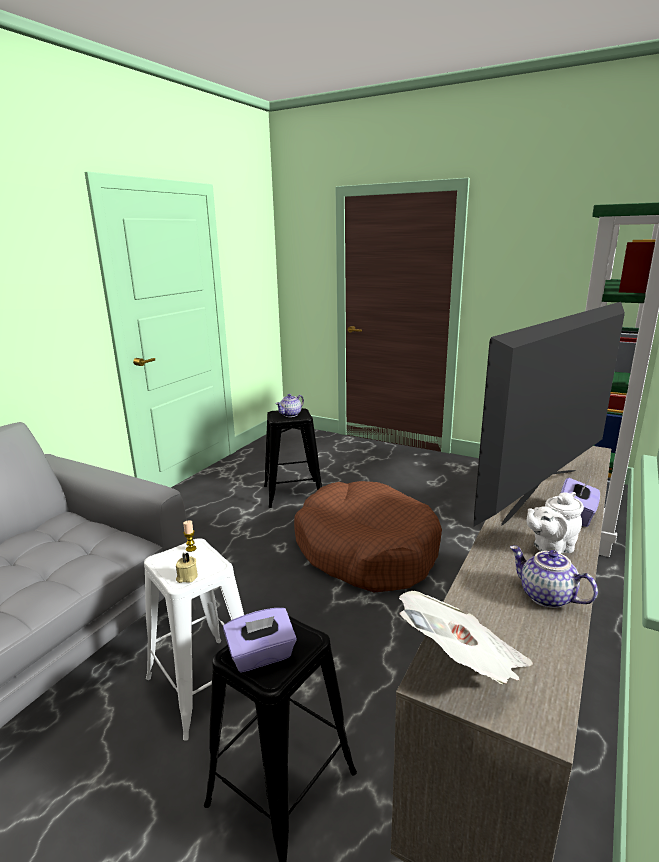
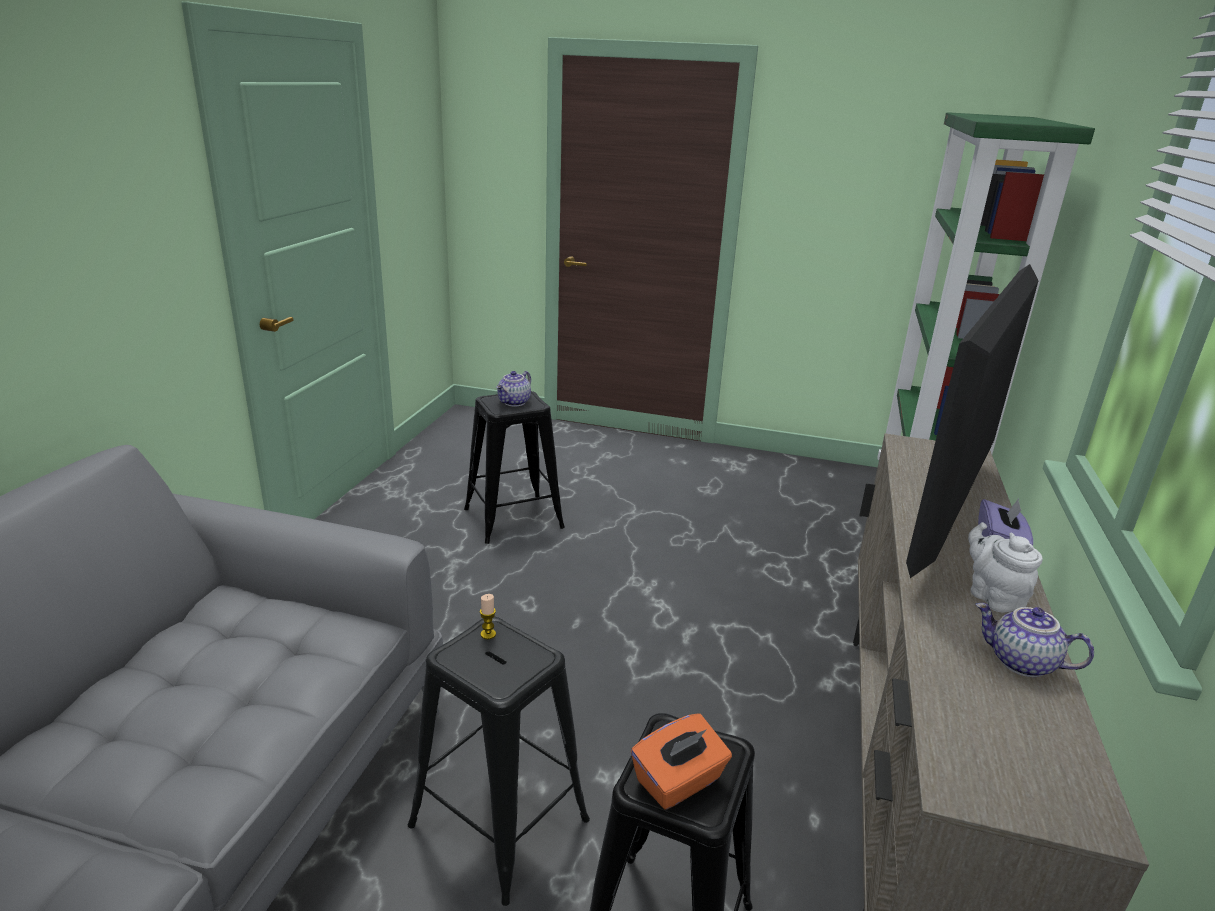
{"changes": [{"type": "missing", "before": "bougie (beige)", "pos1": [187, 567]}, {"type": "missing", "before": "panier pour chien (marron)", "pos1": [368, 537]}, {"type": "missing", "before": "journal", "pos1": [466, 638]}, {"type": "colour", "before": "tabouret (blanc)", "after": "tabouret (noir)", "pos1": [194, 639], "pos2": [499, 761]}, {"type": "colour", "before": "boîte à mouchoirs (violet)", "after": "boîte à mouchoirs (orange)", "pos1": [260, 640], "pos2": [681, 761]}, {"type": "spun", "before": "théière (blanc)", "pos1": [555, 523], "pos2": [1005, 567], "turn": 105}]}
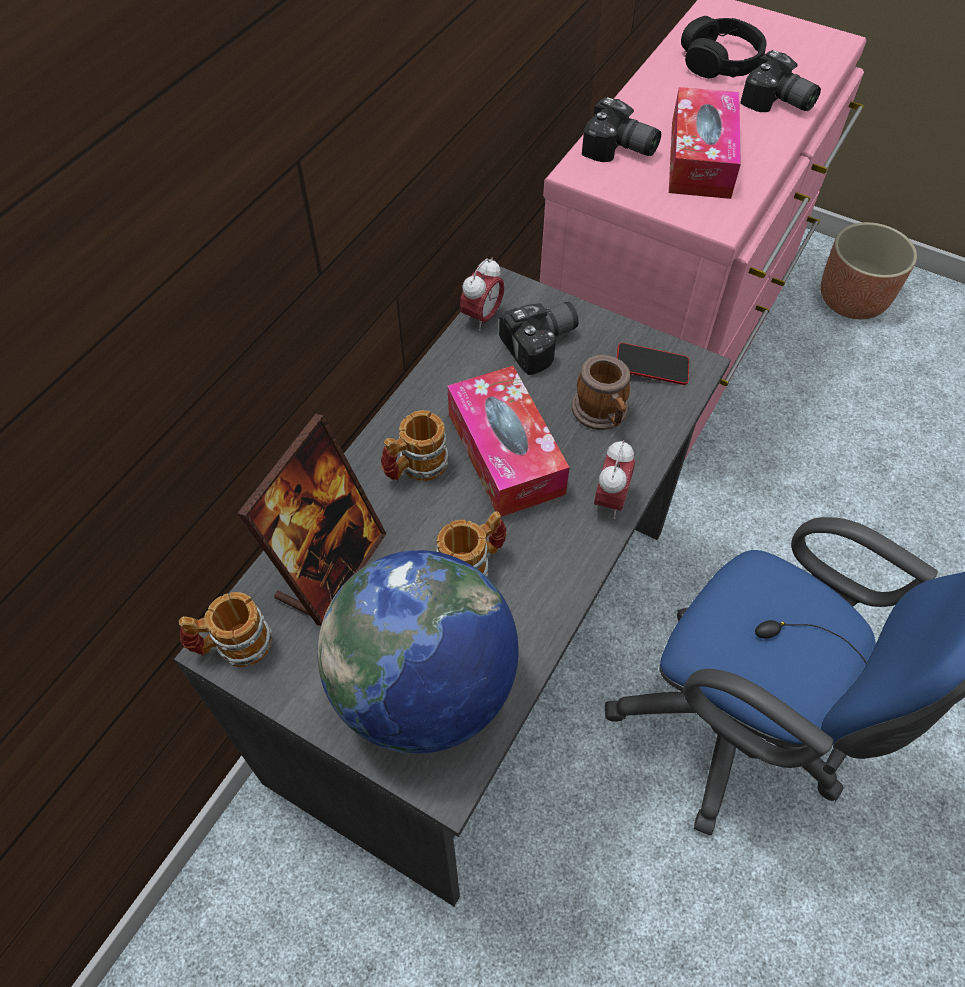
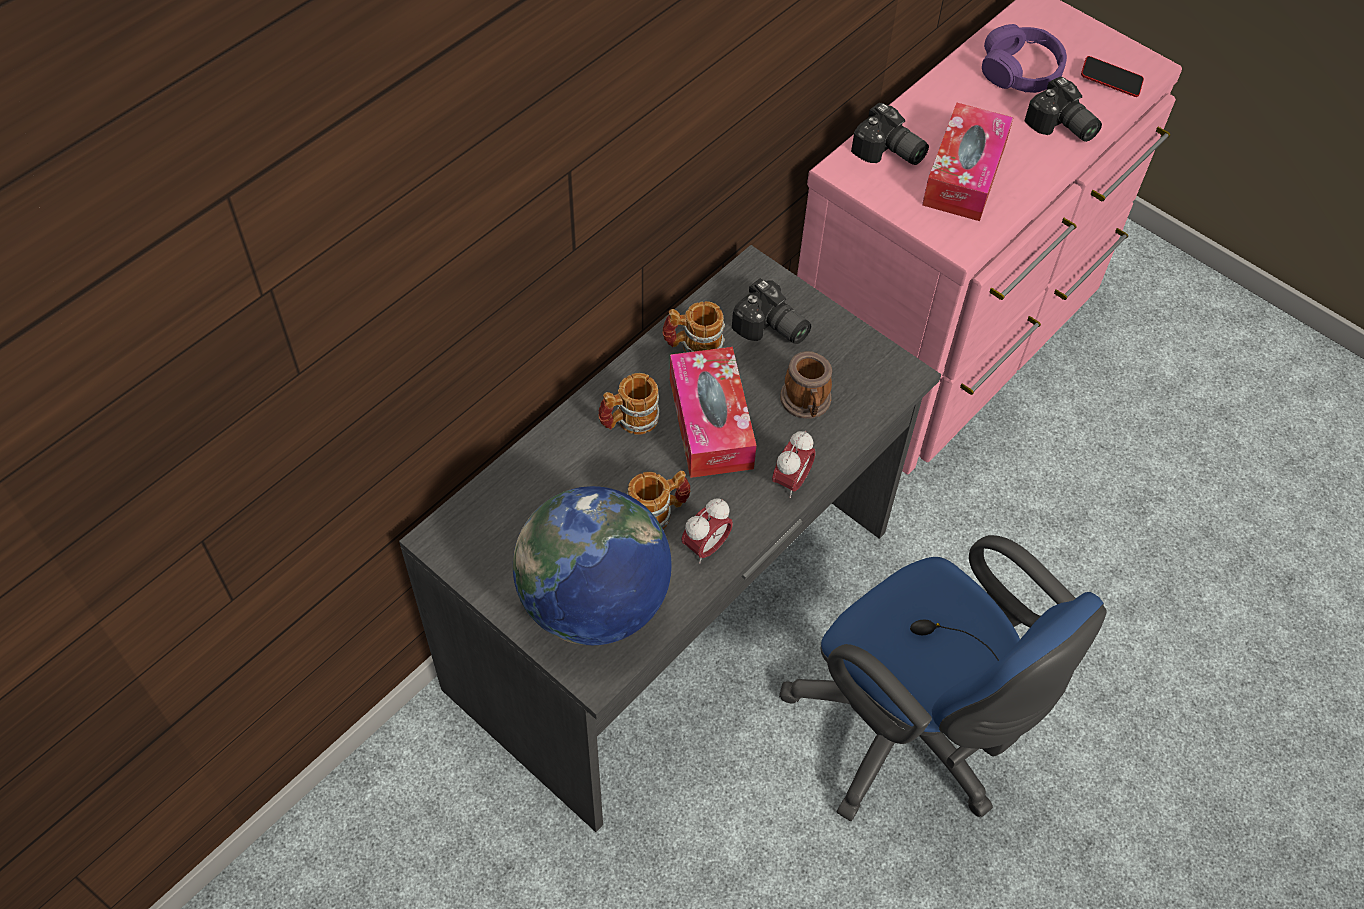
{"changes": [{"type": "missing", "before": "cadre photo", "pos1": [312, 520]}, {"type": "missing", "before": "cache-pot", "pos1": [869, 270]}, {"type": "relocated", "before": "mug", "pos1": [225, 629], "pos2": [693, 326]}, {"type": "relocated", "before": "réveil", "pos1": [482, 294], "pos2": [707, 531]}, {"type": "relocated", "before": "téléphone", "pos1": [653, 364], "pos2": [1112, 76]}, {"type": "colour", "before": "casque audio (noir)", "after": "casque audio (violet)", "pos1": [724, 47], "pos2": [1024, 58]}, {"type": "spun", "before": "appareil photo", "pos1": [539, 338], "pos2": [771, 311], "turn": 60}]}
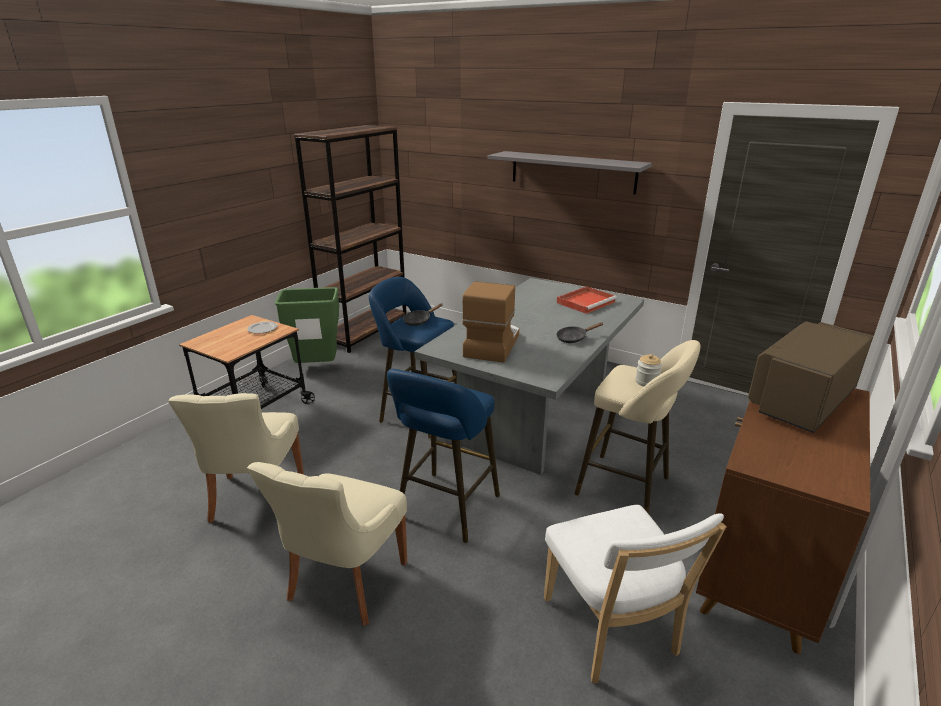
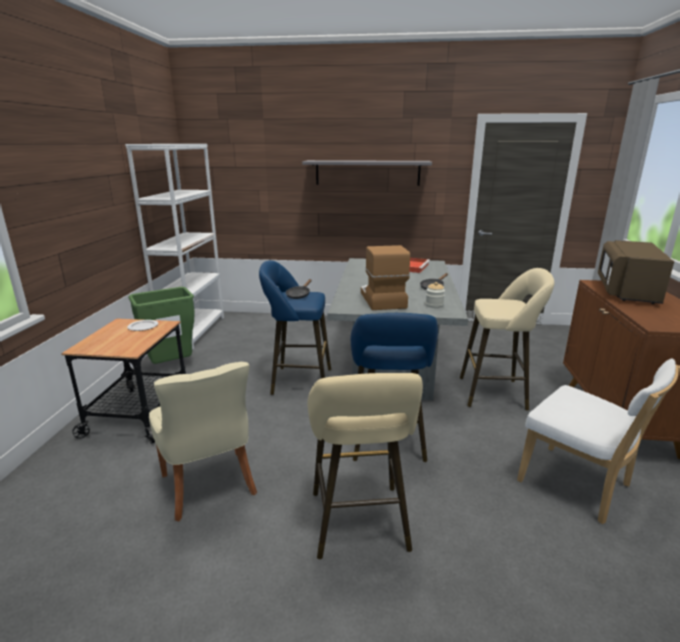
{"changes": [{"type": "relocated", "before": "bocal", "pos1": [648, 370], "pos2": [435, 295]}, {"type": "exchanged", "before": "chaise (beige)", "after": "tabouret (beige)", "pos1": [327, 544], "pos2": [365, 466]}, {"type": "colour", "before": "bibliothèque (marron)", "after": "bibliothèque (blanc)", "pos1": [350, 239], "pos2": [174, 247]}]}
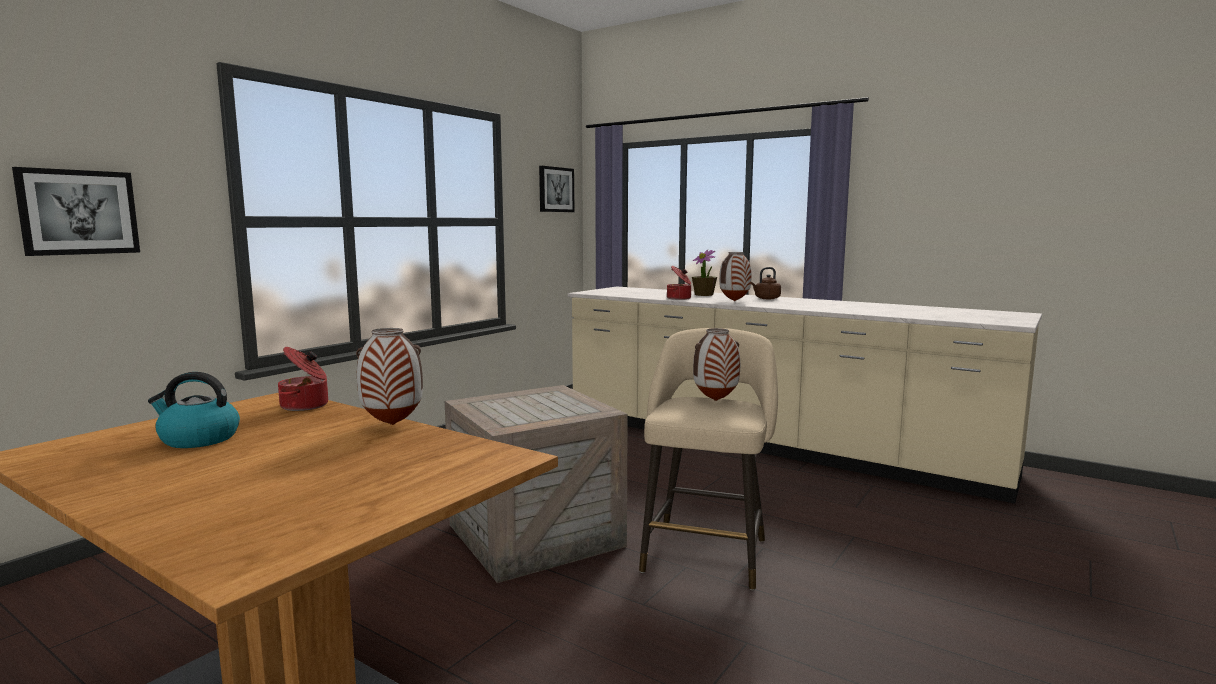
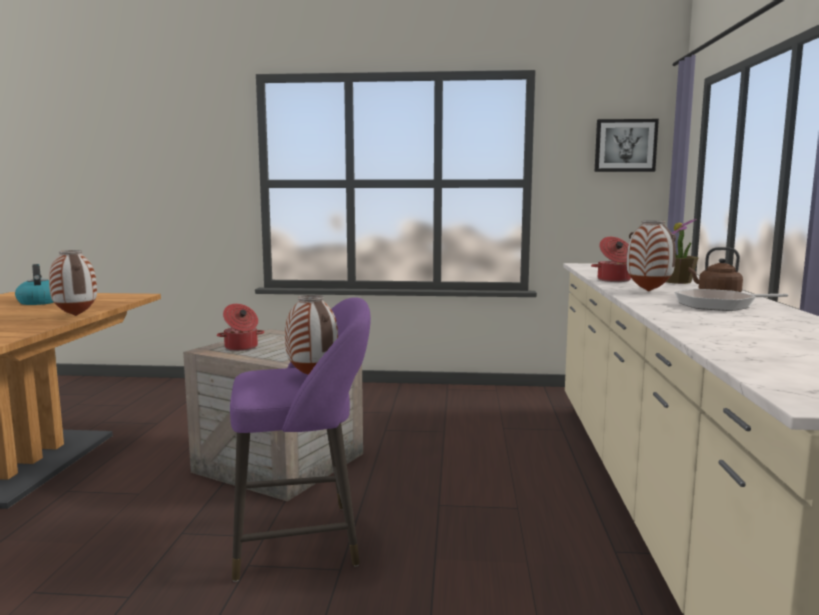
{"changes": [{"type": "missing", "before": "tableau", "pos1": [76, 211]}, {"type": "appeared", "after": "poêle", "pos2": [731, 300]}, {"type": "relocated", "before": "marmite", "pos1": [303, 379], "pos2": [240, 327]}, {"type": "colour", "before": "tabouret (beige)", "after": "tabouret (violet)", "pos1": [708, 459], "pos2": [300, 439]}]}
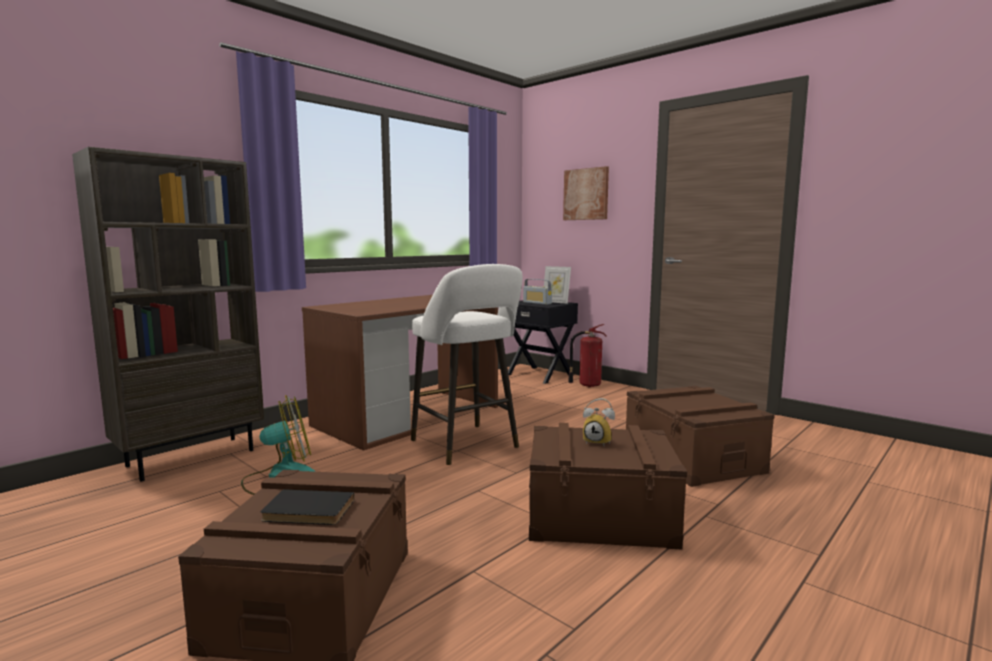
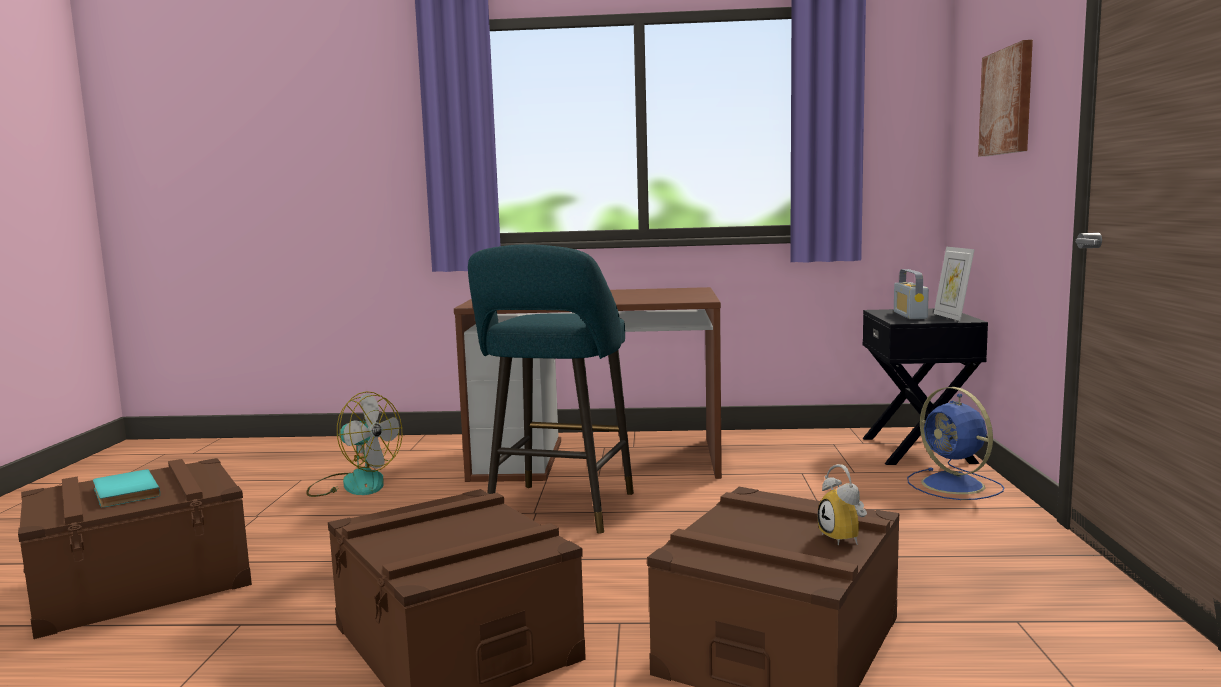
{"changes": [{"type": "missing", "before": "bibliothèque (marron)", "pos1": [168, 314]}, {"type": "relocated", "before": "réveil", "pos1": [599, 422], "pos2": [842, 504]}, {"type": "exchanged", "before": "extincteur", "after": "ventilateur (bleu)", "pos1": [587, 356], "pos2": [956, 443]}, {"type": "colour", "before": "livre (noir)", "after": "livre (turquoise)", "pos1": [307, 507], "pos2": [126, 488]}, {"type": "colour", "before": "tabouret (blanc)", "after": "tabouret (turquoise)", "pos1": [467, 364], "pos2": [551, 388]}]}
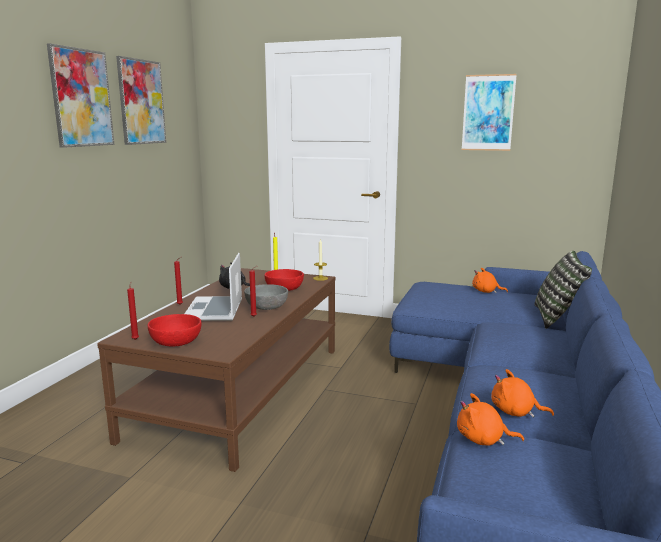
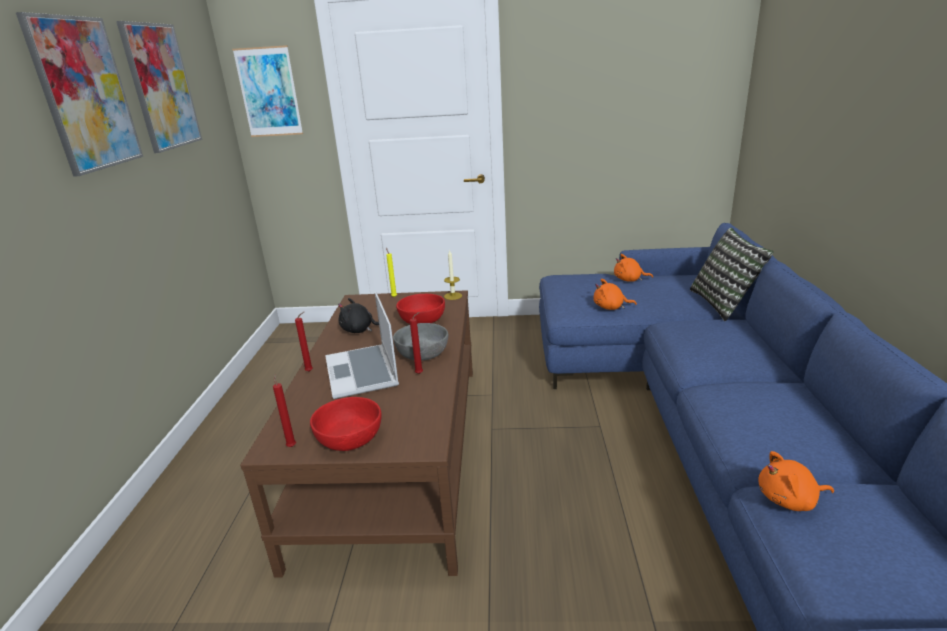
{"changes": [{"type": "relocated", "before": "tableau", "pos1": [489, 112], "pos2": [267, 91]}, {"type": "relocated", "before": "peluche (orange)", "pos1": [522, 393], "pos2": [615, 294]}]}
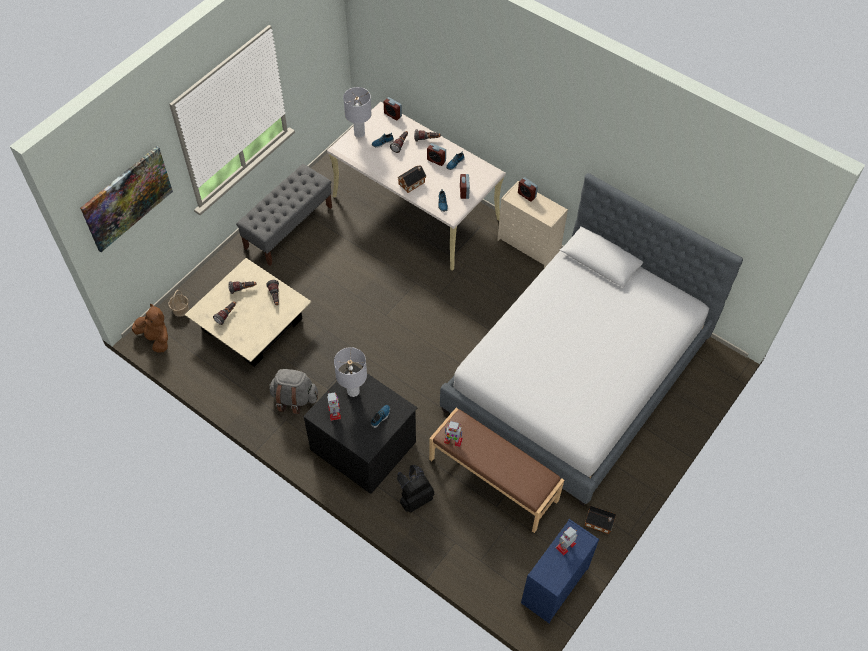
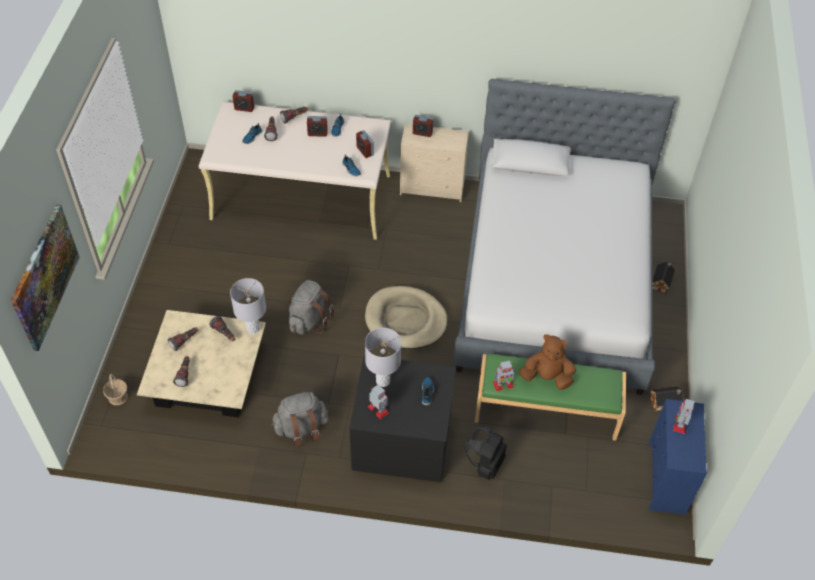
{"changes": [{"type": "missing", "before": "banc (gris)", "pos1": [284, 215]}, {"type": "appeared", "after": "sac à dos (gris)", "pos2": [311, 307]}, {"type": "appeared", "after": "panier pour chien (beige)", "pos2": [406, 317]}, {"type": "relocated", "before": "peluche (marron)", "pos1": [150, 328], "pos2": [547, 362]}, {"type": "relocated", "before": "lampe de table (gris)", "pos1": [357, 112], "pos2": [248, 306]}, {"type": "relocated", "before": "maison miniature", "pos1": [411, 179], "pos2": [663, 277]}, {"type": "colour", "before": "banc (marron)", "after": "banc (vert)", "pos1": [496, 470], "pos2": [550, 397]}]}
